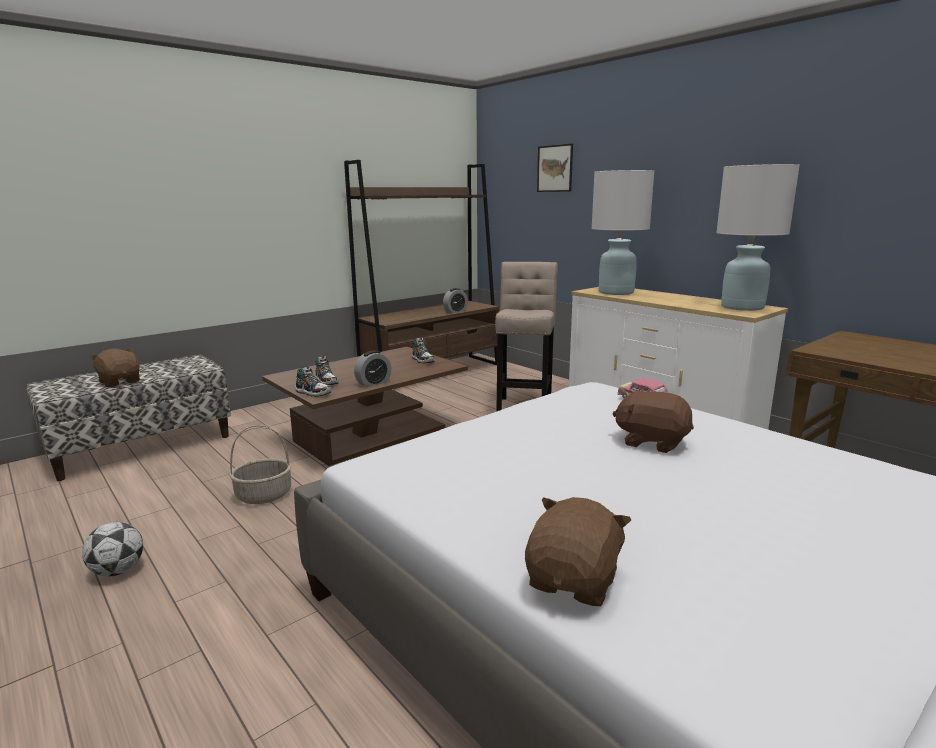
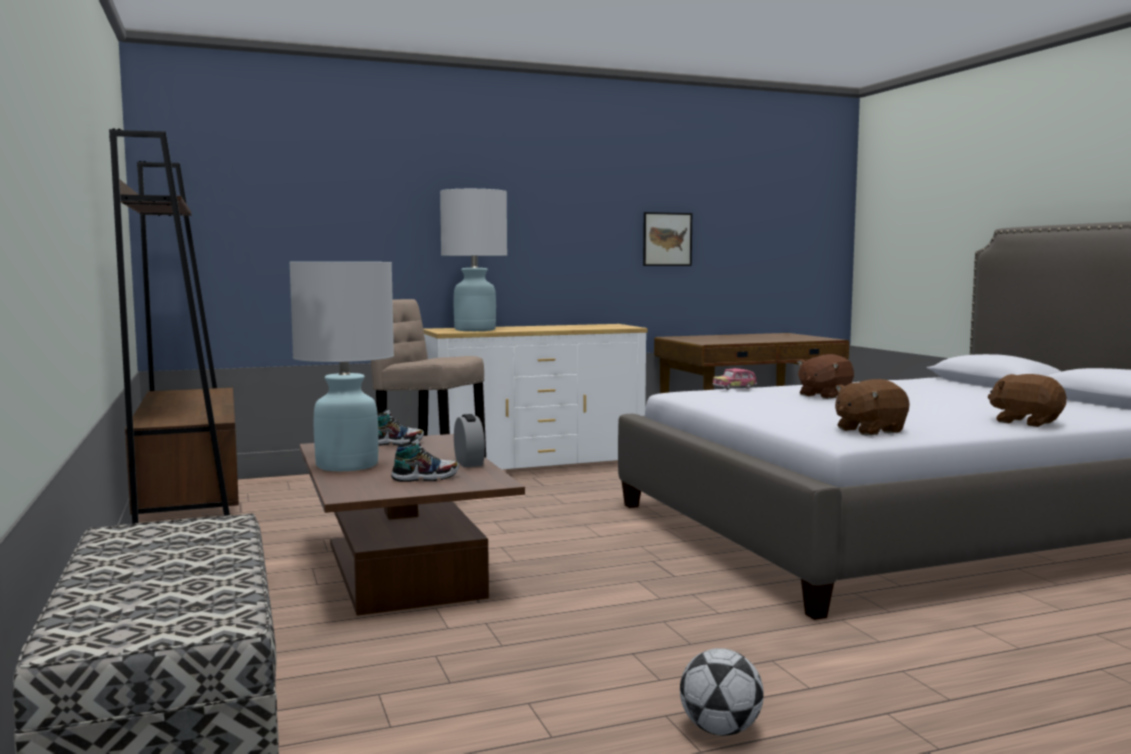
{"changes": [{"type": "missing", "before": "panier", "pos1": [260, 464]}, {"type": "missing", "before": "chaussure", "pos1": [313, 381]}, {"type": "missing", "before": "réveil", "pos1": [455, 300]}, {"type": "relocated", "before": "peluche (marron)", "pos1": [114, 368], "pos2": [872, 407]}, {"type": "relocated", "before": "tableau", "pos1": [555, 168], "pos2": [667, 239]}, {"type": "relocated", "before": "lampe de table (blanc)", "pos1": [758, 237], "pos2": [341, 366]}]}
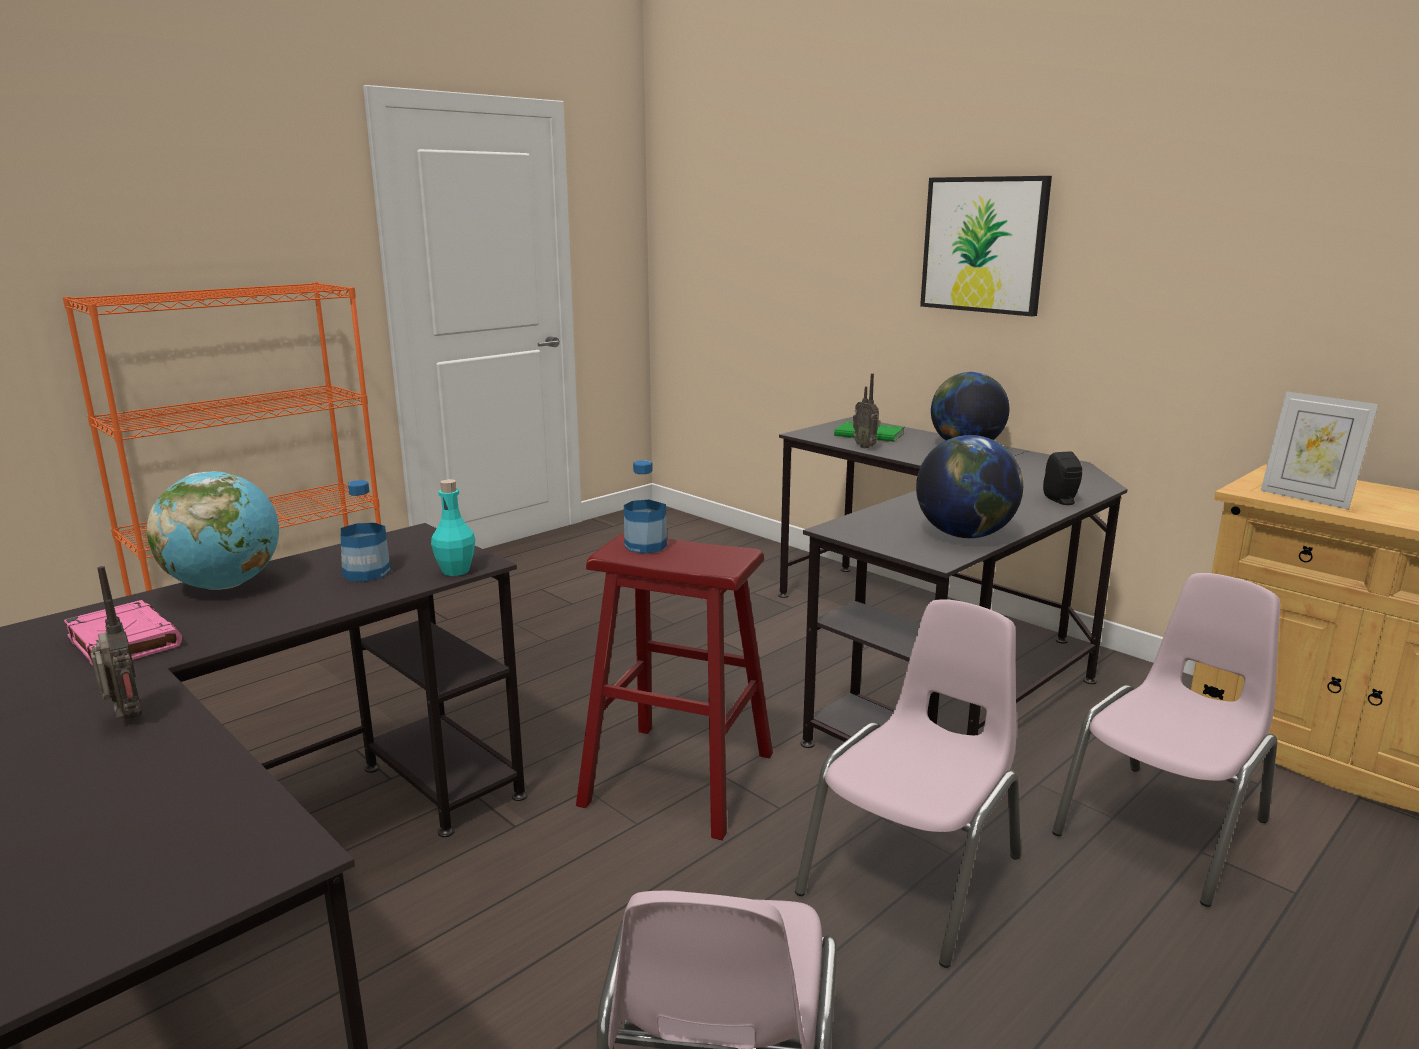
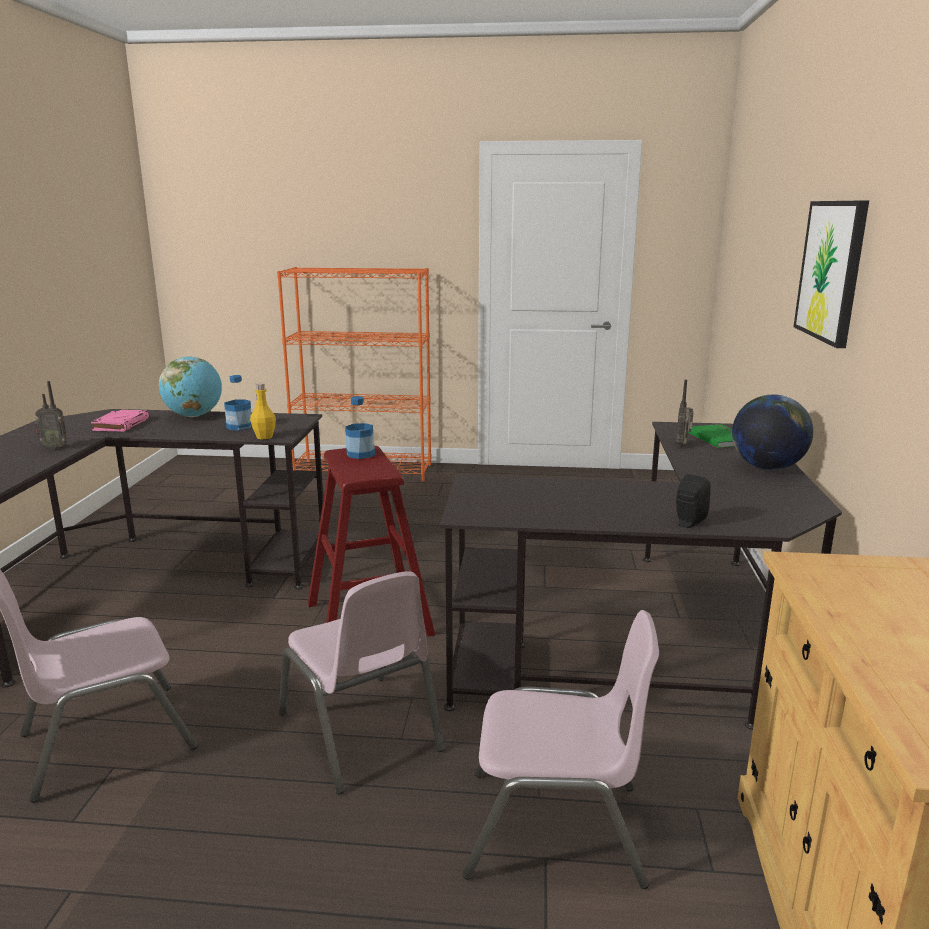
{"changes": [{"type": "missing", "before": "globe", "pos1": [969, 486]}, {"type": "missing", "before": "cadre photo", "pos1": [1319, 450]}, {"type": "colour", "before": "bouteille (turquoise)", "after": "bouteille (jaune)", "pos1": [453, 527], "pos2": [263, 411]}, {"type": "spun", "before": "radio", "pos1": [116, 642], "pos2": [51, 415], "turn": 75}, {"type": "spun", "before": "chaise (rose)", "pos1": [908, 783], "pos2": [362, 683], "turn": 60}]}
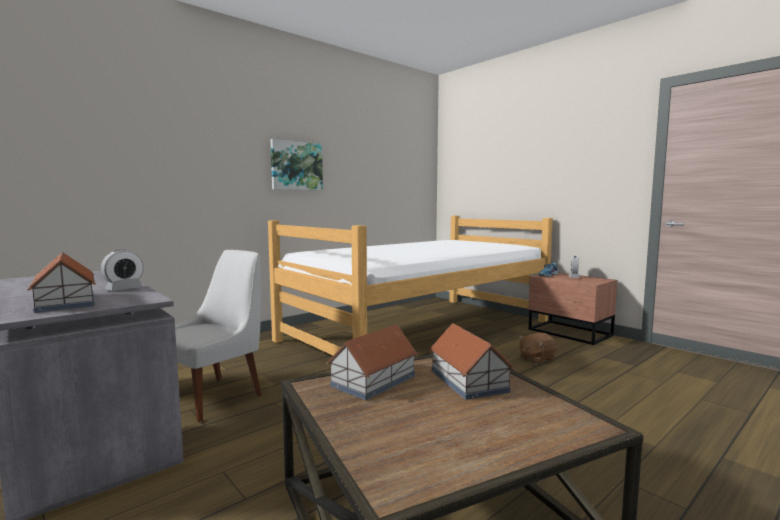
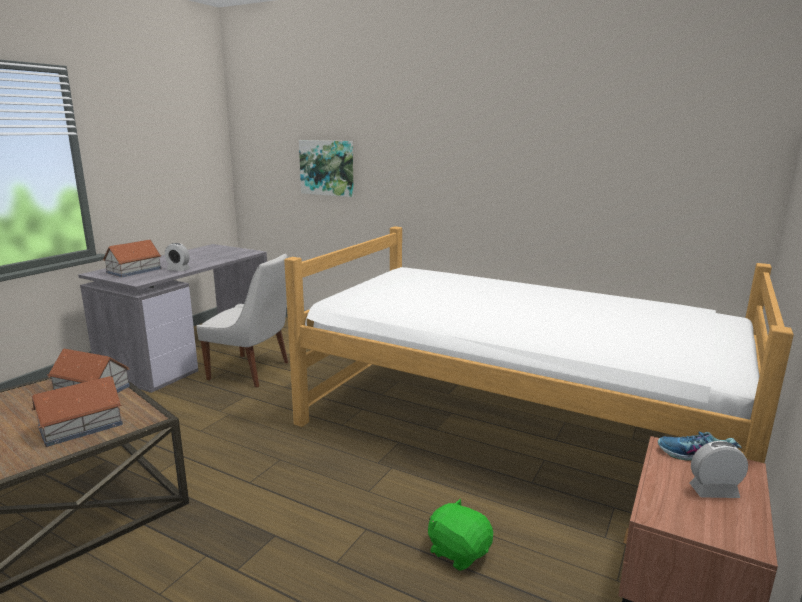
{"changes": [{"type": "relocated", "before": "tableau", "pos1": [297, 164], "pos2": [326, 168]}, {"type": "colour", "before": "peluche (marron)", "after": "peluche (vert)", "pos1": [538, 348], "pos2": [460, 535]}]}
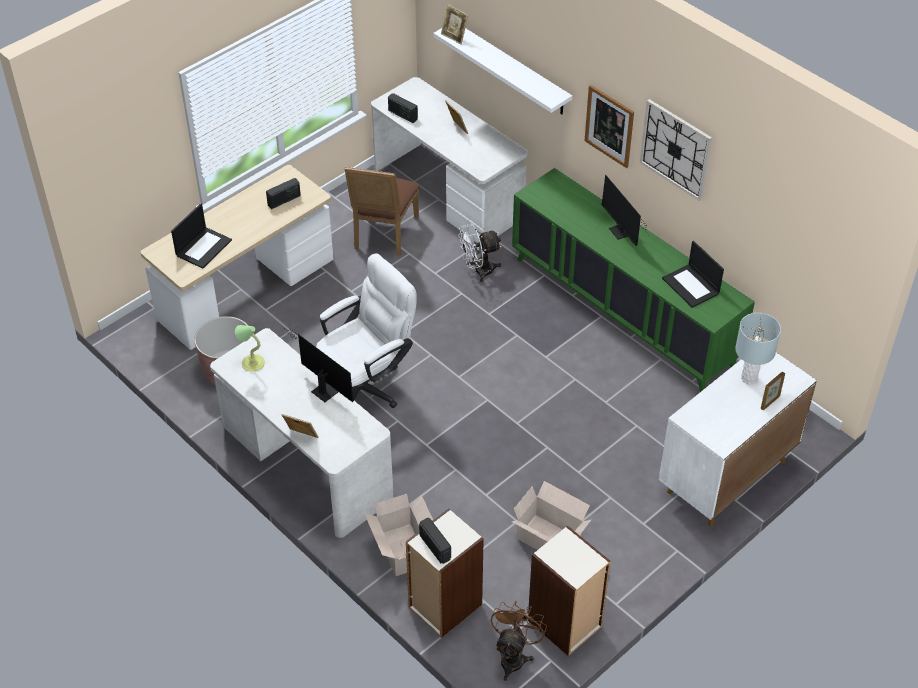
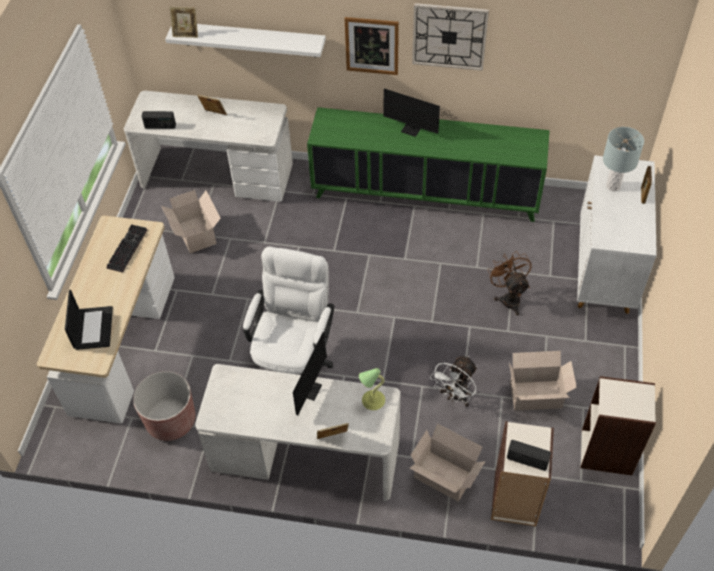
{"changes": [{"type": "missing", "before": "ordinateur portable", "pos1": [693, 274]}, {"type": "relocated", "before": "lampe de table", "pos1": [250, 348], "pos2": [372, 389]}, {"type": "relocated", "before": "ventilateur (blanc)", "pos1": [479, 253], "pos2": [453, 381]}, {"type": "relocated", "before": "ventilateur (marron)", "pos1": [519, 641], "pos2": [510, 283]}, {"type": "exchanged", "before": "radio", "after": "clavier", "pos1": [283, 193], "pos2": [126, 248]}, {"type": "exchanged", "before": "chaise (marron)", "after": "carton", "pos1": [382, 211], "pos2": [191, 221]}, {"type": "spun", "before": "écran d'ordinateur", "pos1": [321, 366], "pos2": [313, 367], "turn": 105}]}
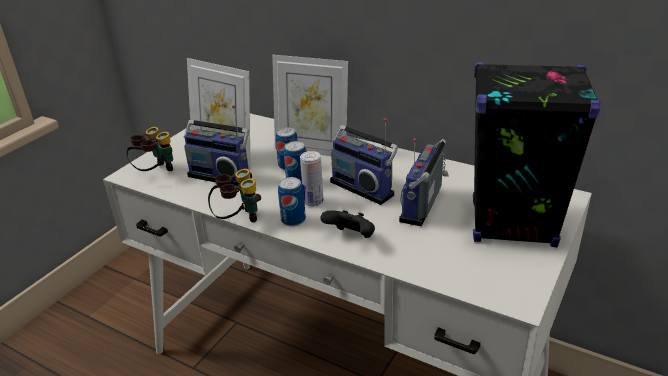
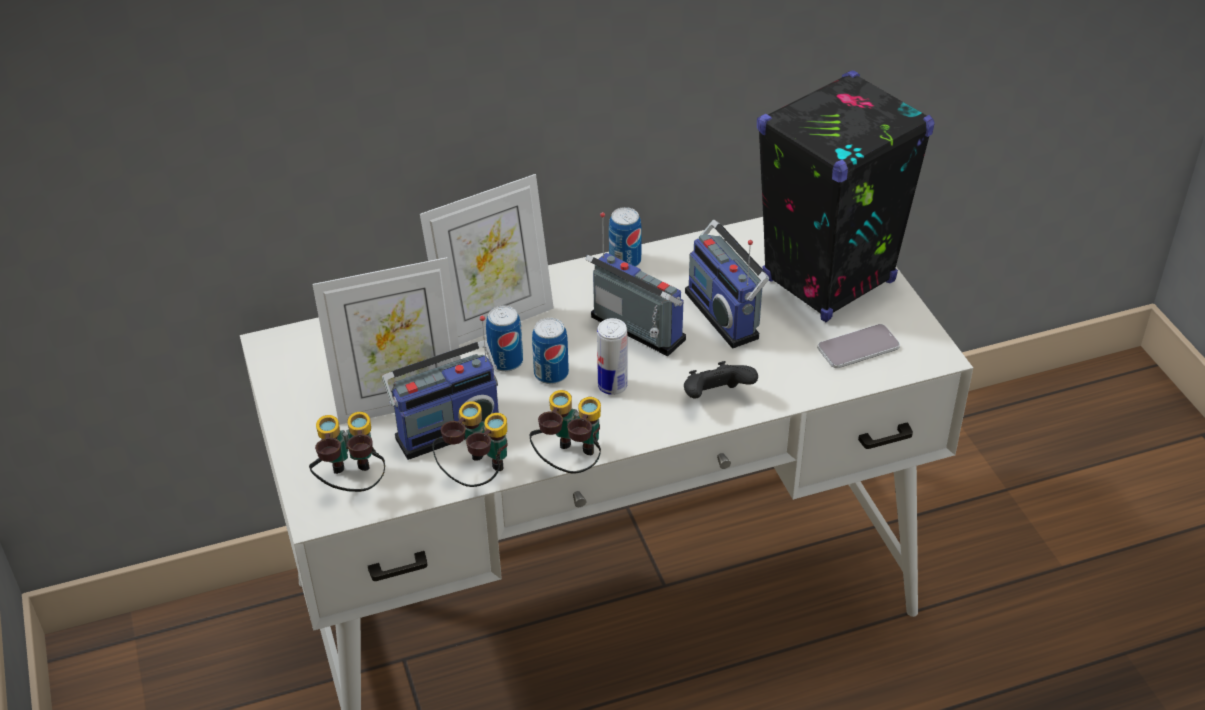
{"changes": [{"type": "appeared", "after": "jumelles", "pos2": [469, 444]}, {"type": "appeared", "after": "téléphone", "pos2": [859, 346]}, {"type": "relocated", "before": "boîte métallique", "pos1": [292, 202], "pos2": [625, 237]}, {"type": "spun", "before": "radio", "pos1": [364, 161], "pos2": [635, 284], "turn": -135}]}
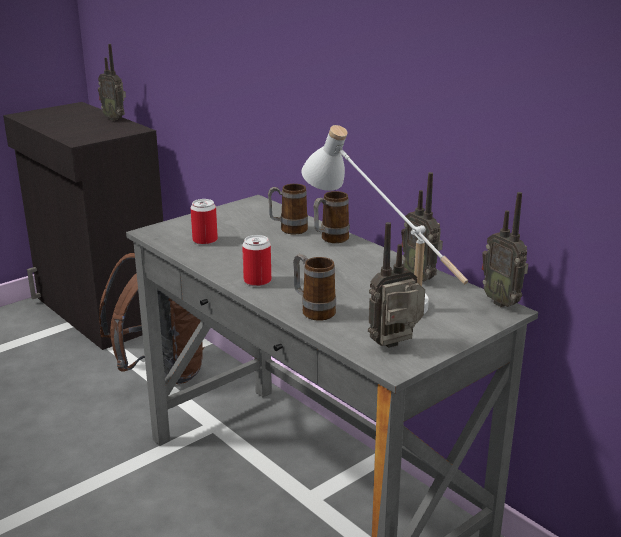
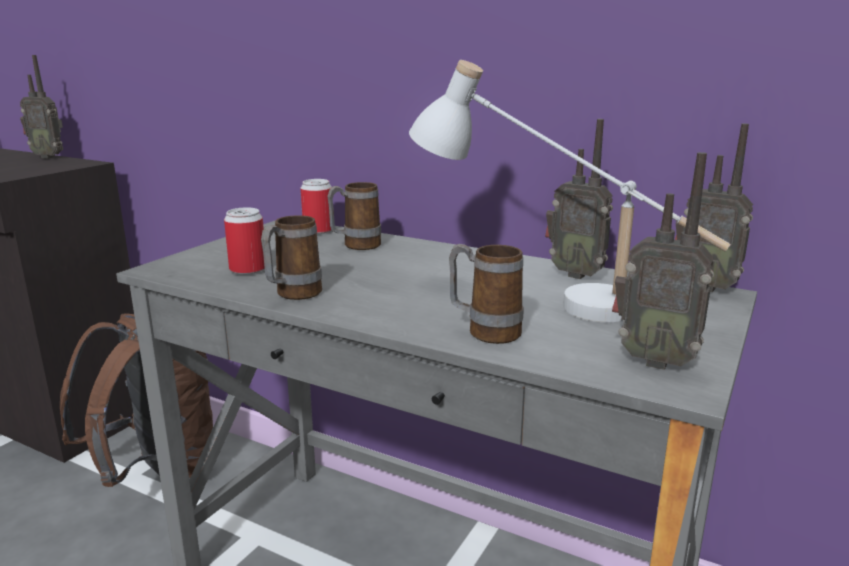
{"changes": [{"type": "relocated", "before": "boîte métallique", "pos1": [256, 260], "pos2": [316, 206]}, {"type": "relocated", "before": "mug", "pos1": [331, 217], "pos2": [291, 257]}, {"type": "spun", "before": "radio", "pos1": [396, 285], "pos2": [663, 261], "turn": -105}]}
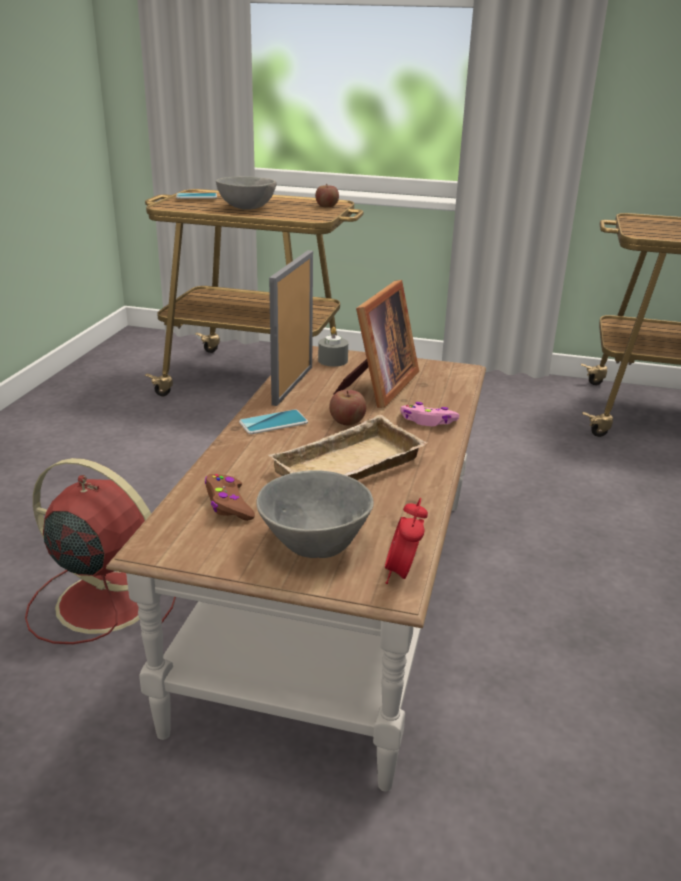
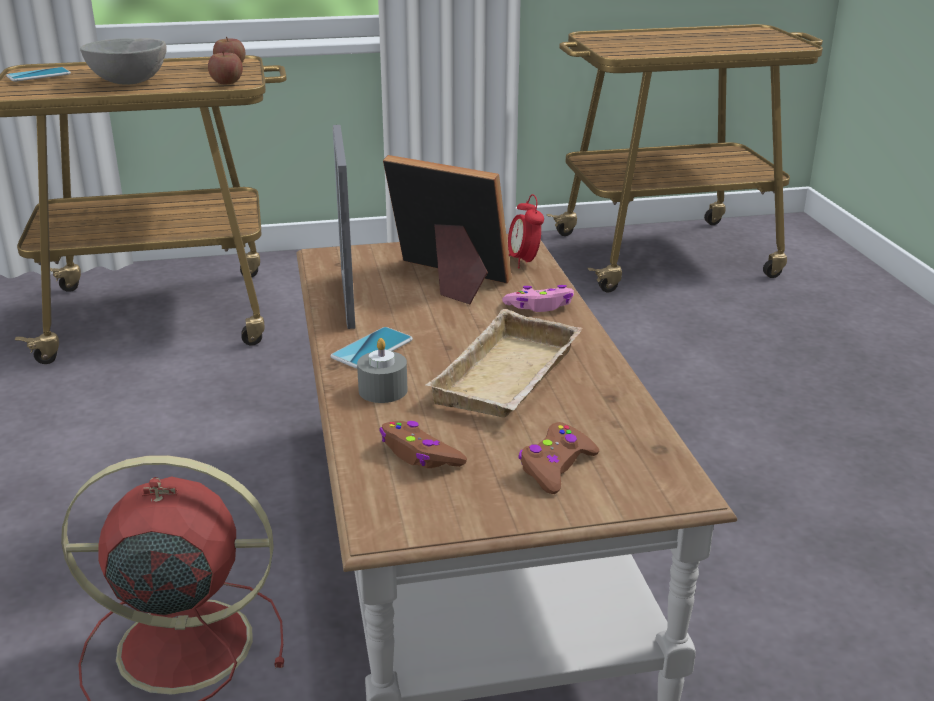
{"changes": [{"type": "relocated", "before": "bougie (gris)", "pos1": [333, 347], "pos2": [382, 370]}, {"type": "relocated", "before": "pomme", "pos1": [347, 407], "pos2": [225, 67]}, {"type": "relocated", "before": "réveil", "pos1": [406, 541], "pos2": [526, 231]}, {"type": "exchanged", "before": "bol (gris)", "after": "manette (marron)", "pos1": [315, 514], "pos2": [558, 458]}, {"type": "spun", "before": "cadre photo", "pos1": [376, 344], "pos2": [447, 229], "turn": -60}]}
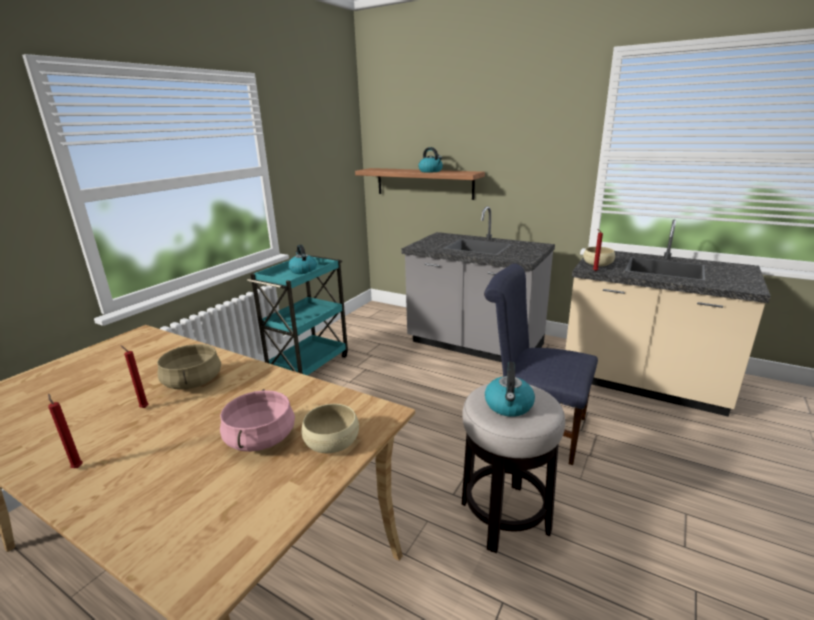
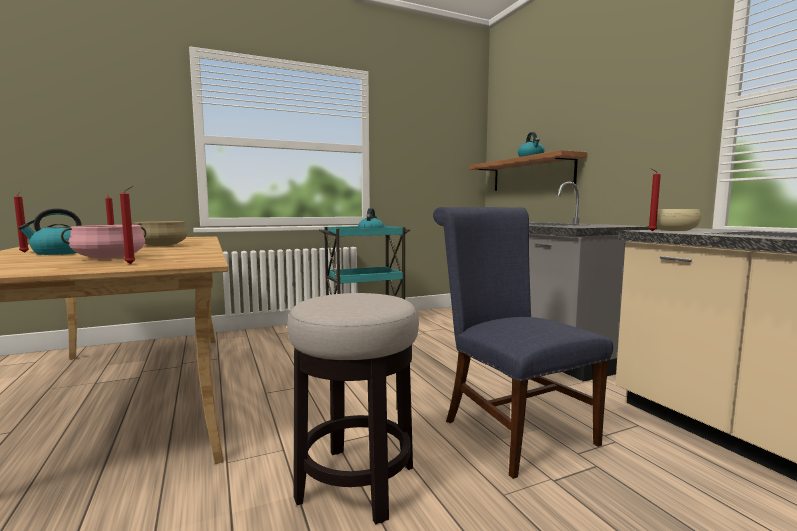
{"changes": [{"type": "relocated", "before": "bouilloire", "pos1": [510, 389], "pos2": [50, 231]}, {"type": "exchanged", "before": "bol (beige)", "after": "bougie (rouge)", "pos1": [330, 428], "pos2": [128, 225]}]}
